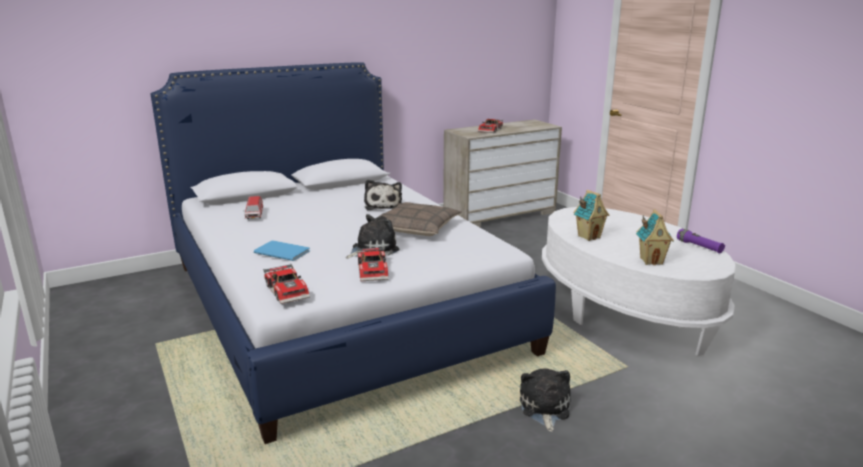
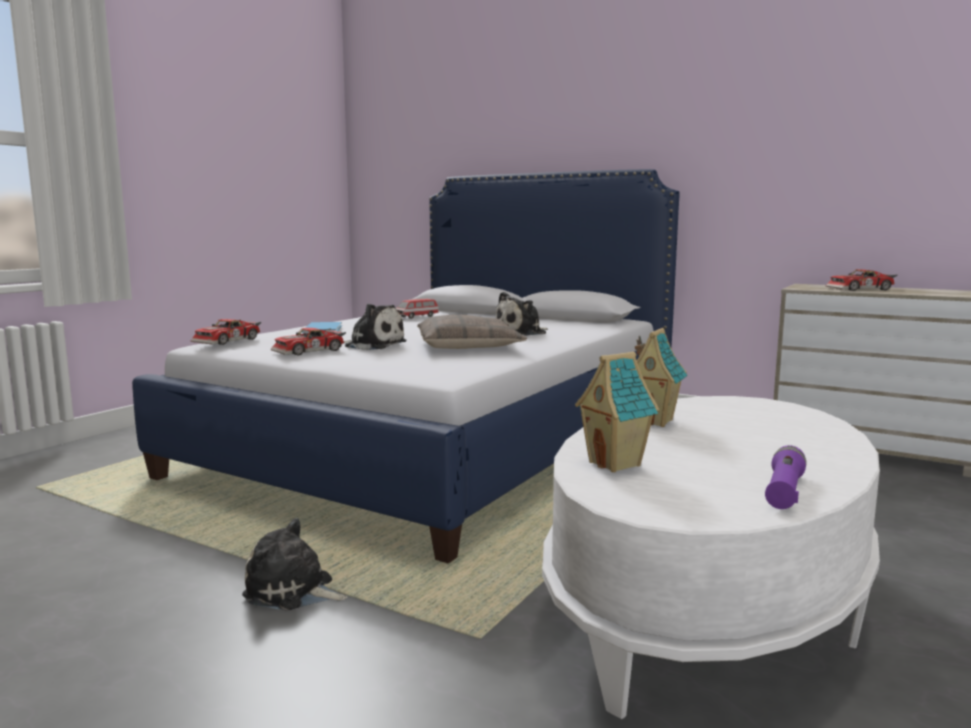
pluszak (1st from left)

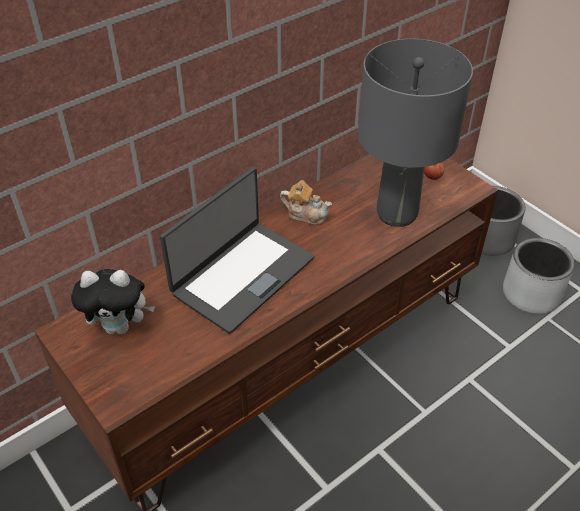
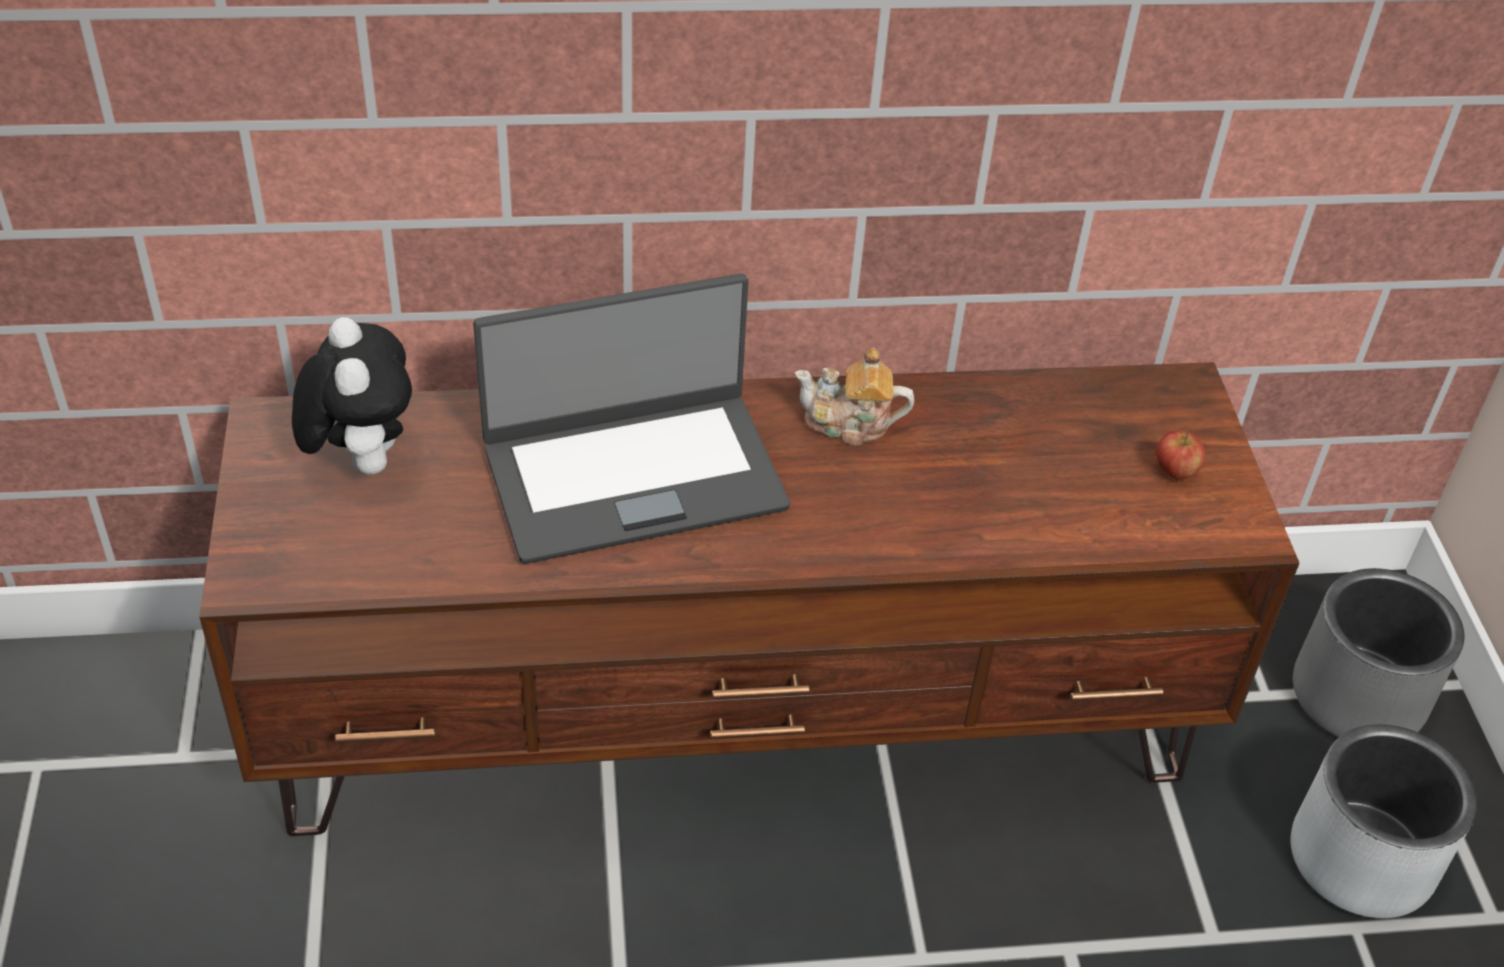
pluszak
imbryk
lampa stołowa [szary]

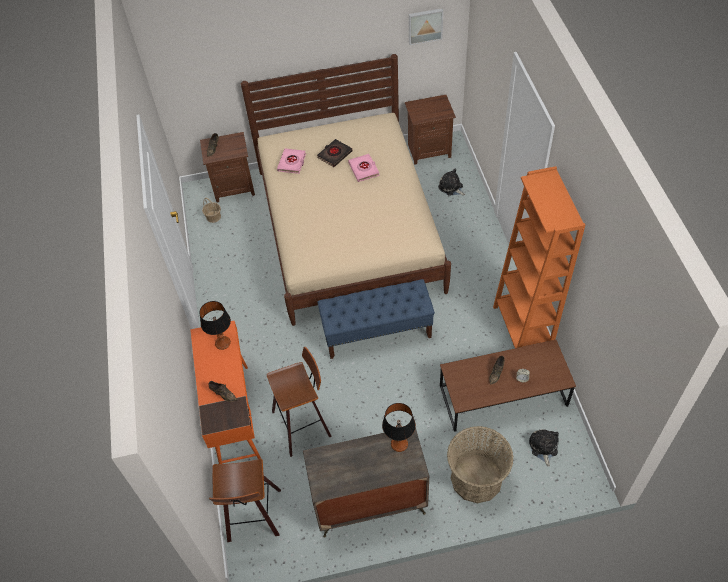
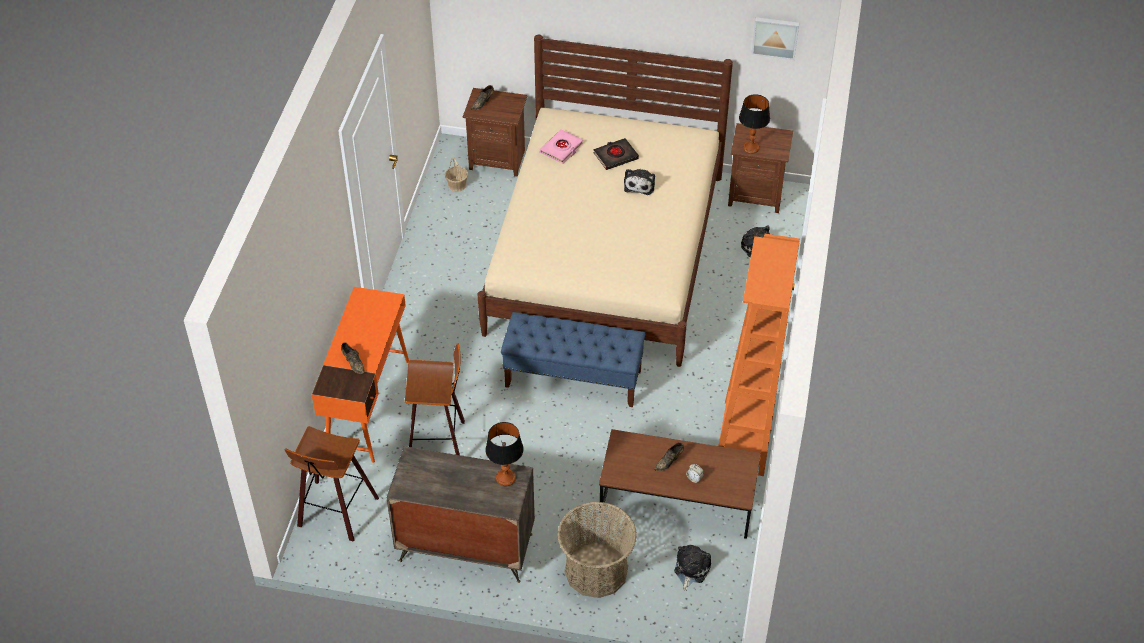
lampa stołowa (2nd from left)
pluszak (1st from left)

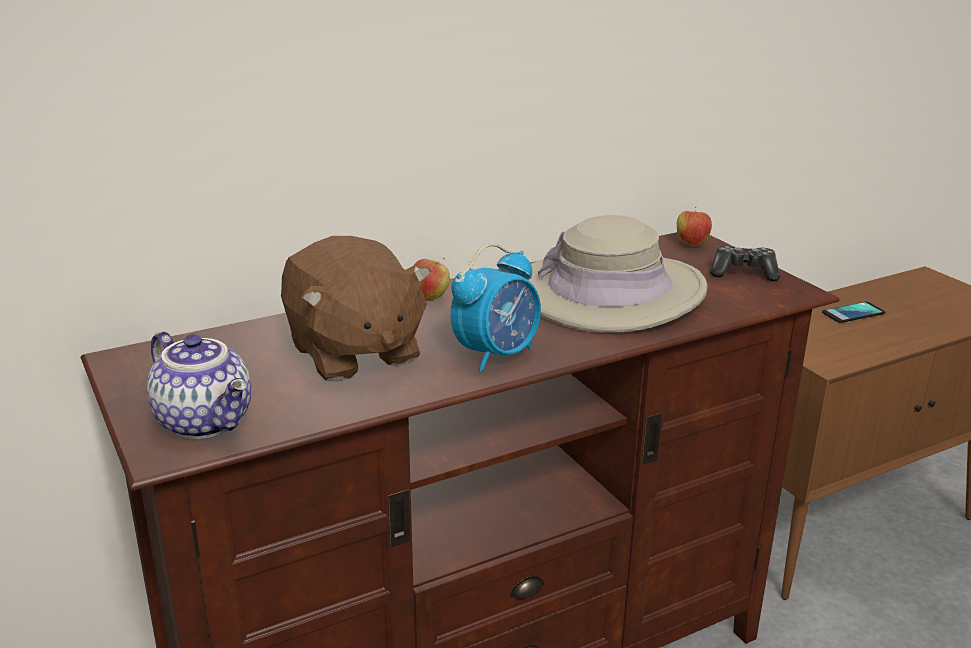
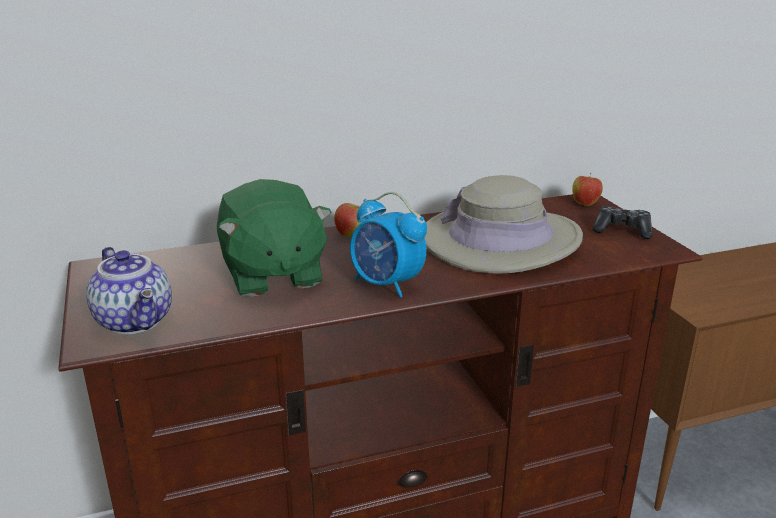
pluszak [zielony]
budzik
telefon

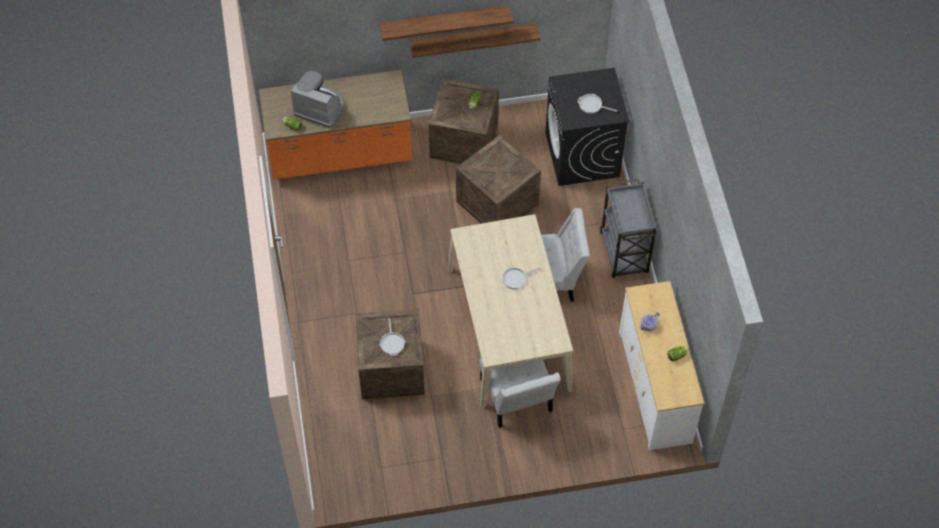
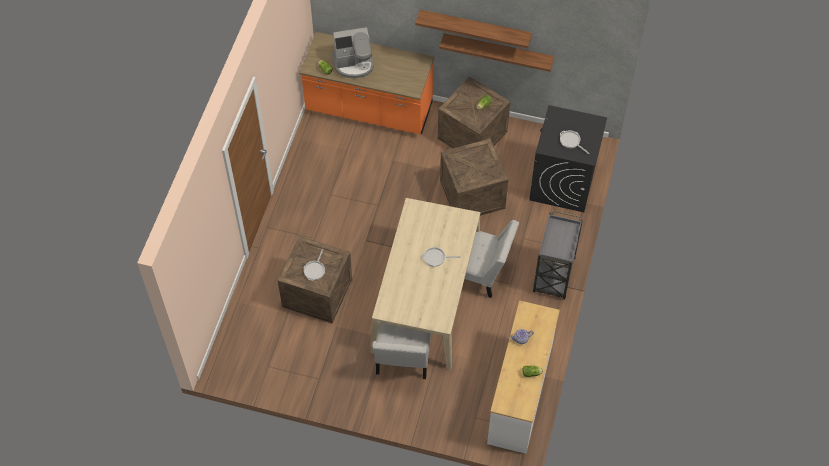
ekspres do kawy

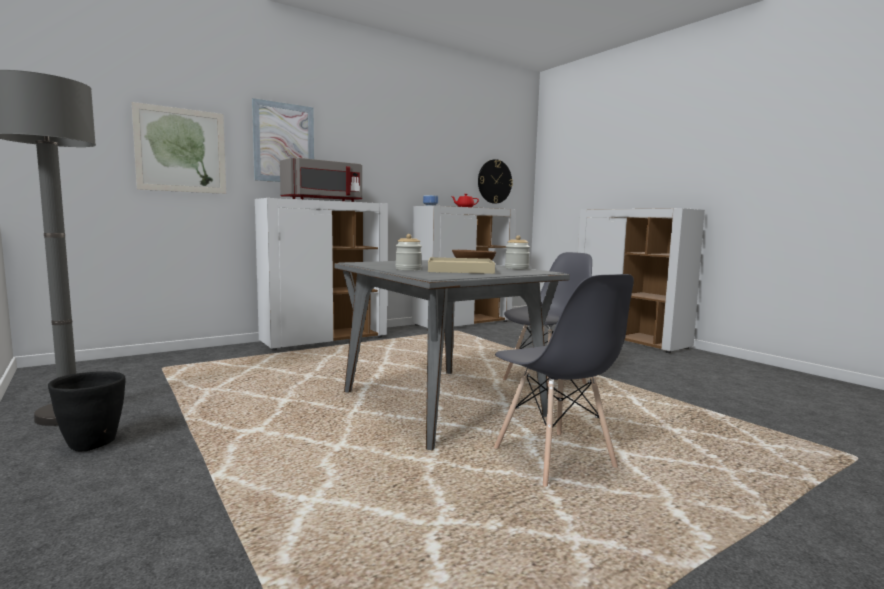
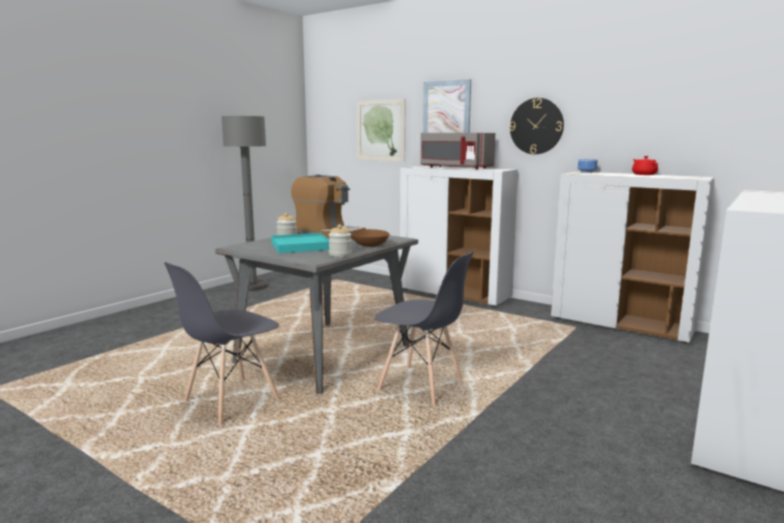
donica [czarny]
taca [turkusowy]
zegar ścienny
ekspres do kawy

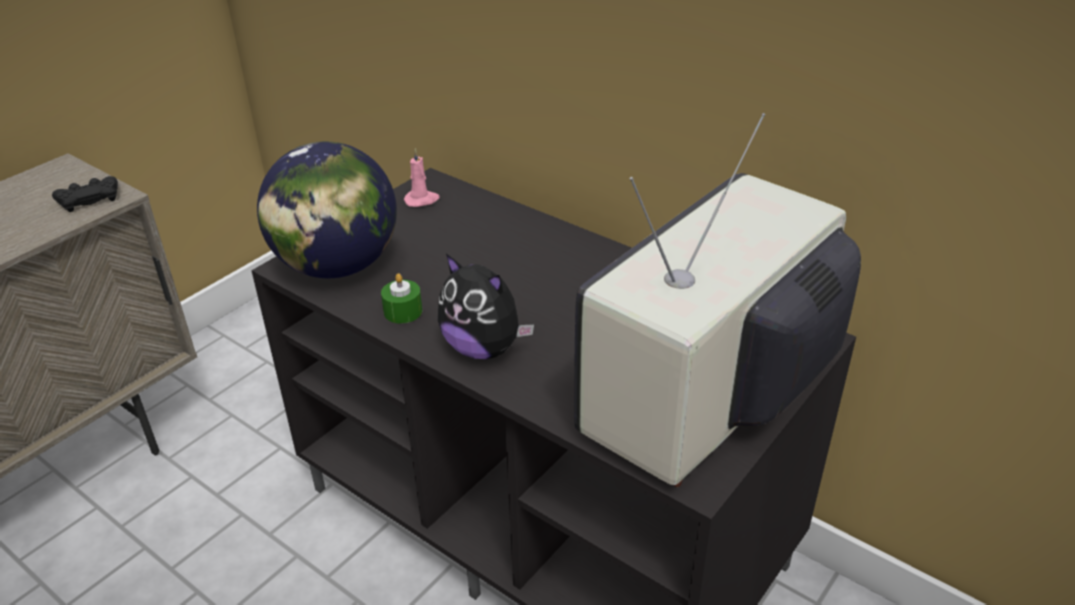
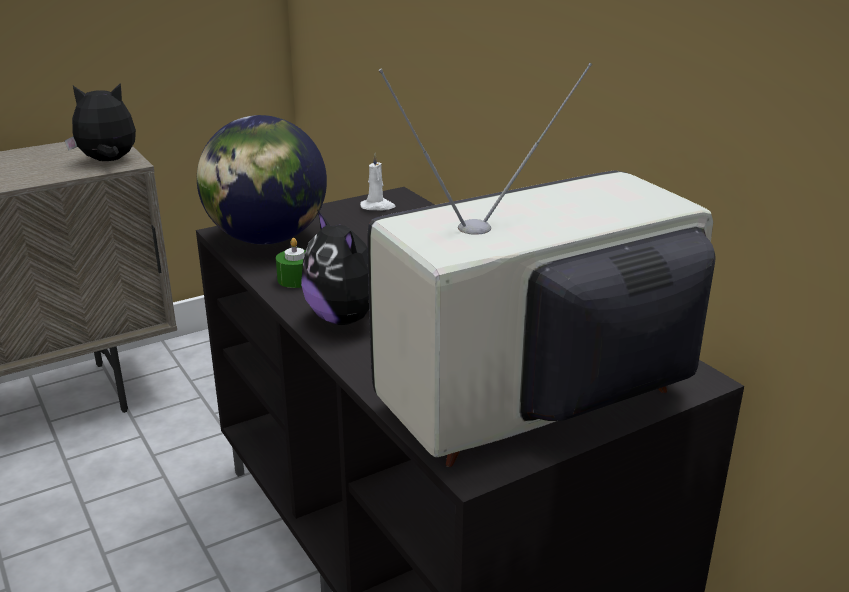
pluszak (1st from left)
świeca [biały]

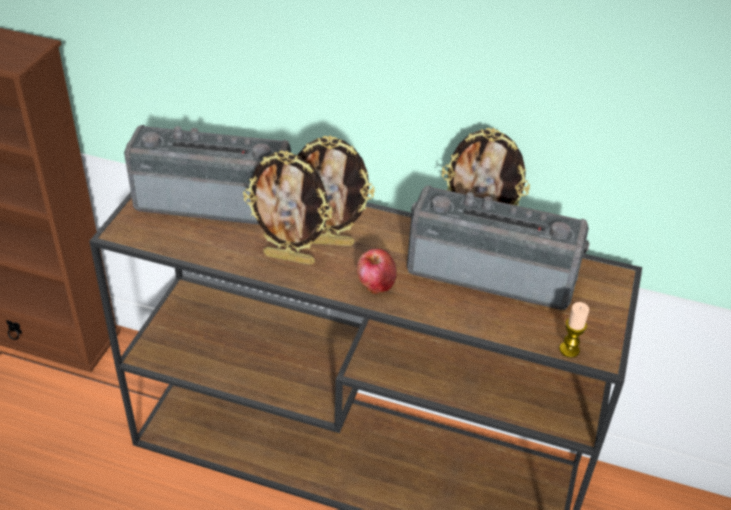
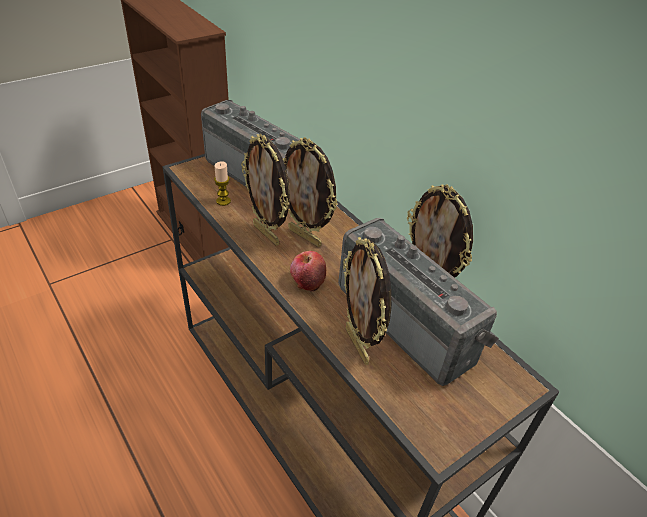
świeca
ramka na zdjęcie (3rd from left)

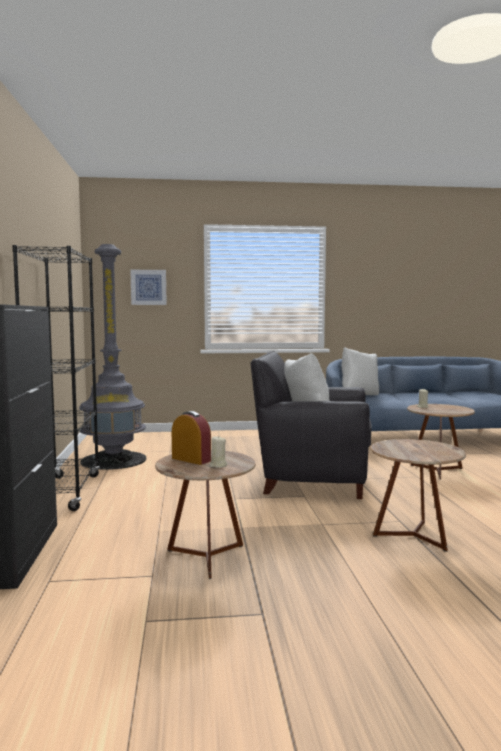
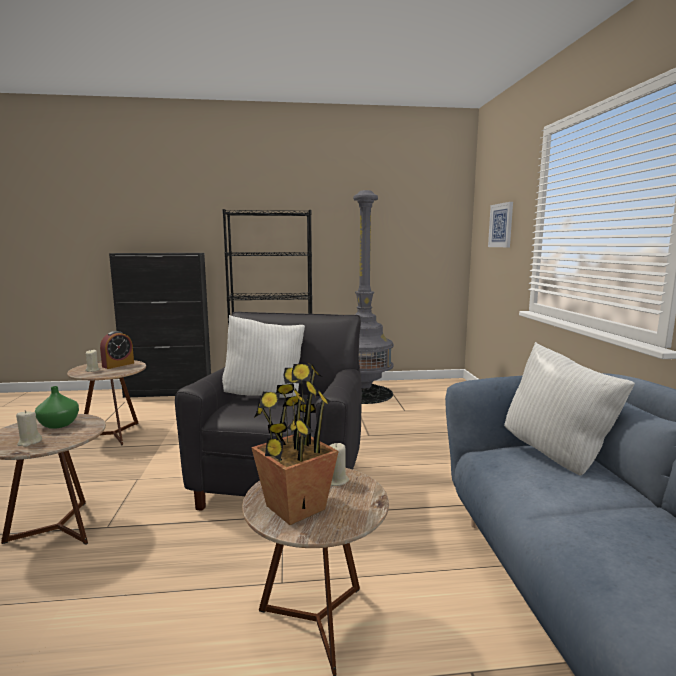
świeca [beżowy] (1st from left)
wazon [zielony]
roślina doniczkowa

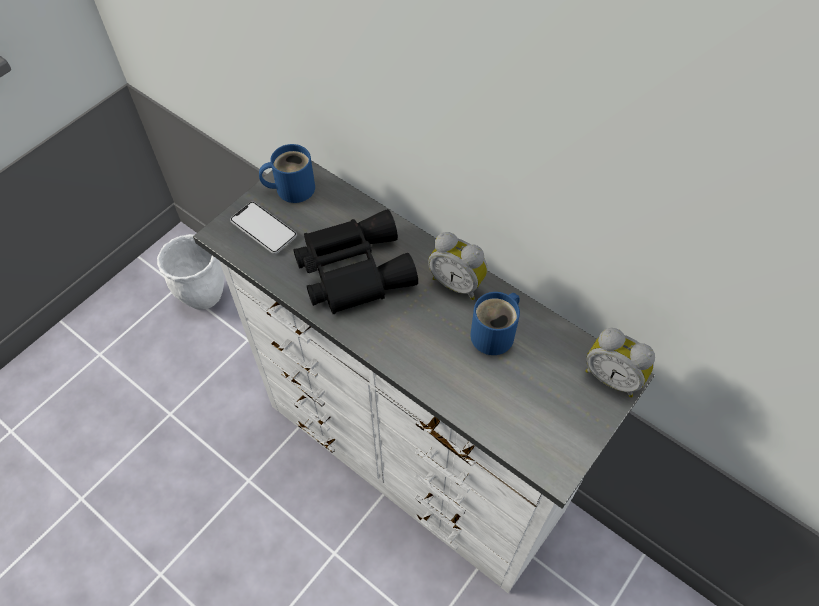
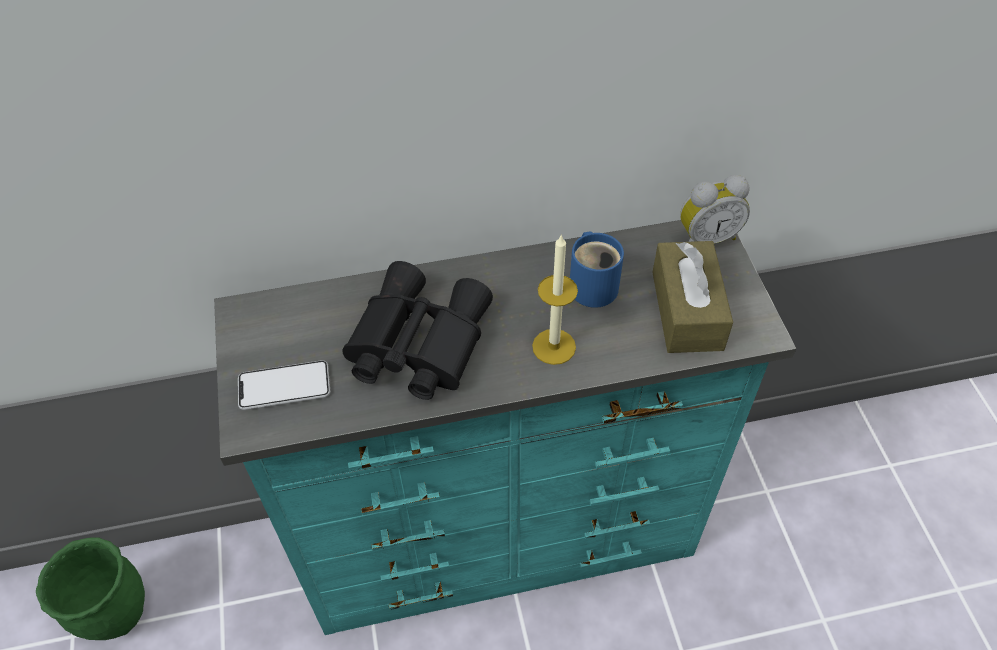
donica [zielony]
komoda [turkusowy]
kubek [niebieski] (1st from left in the first image)
budzik (1st from left in the first image)
świeca
pudełko chusteczek [brązowy]

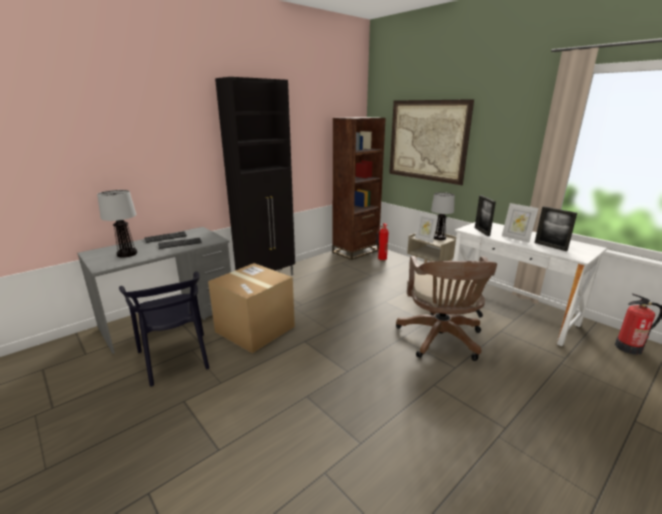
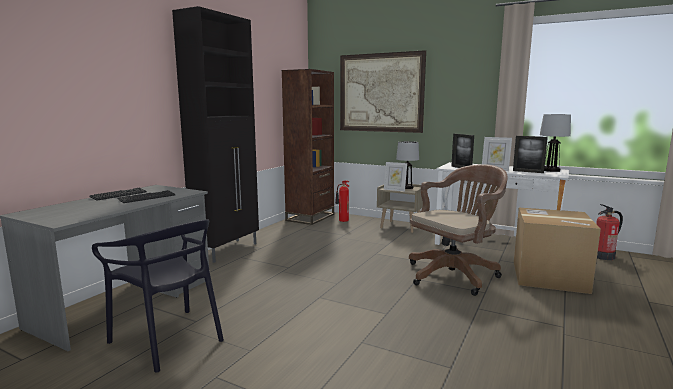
lampa stołowa (2nd from left)
karton
krzesło biurowe [brązowy]

